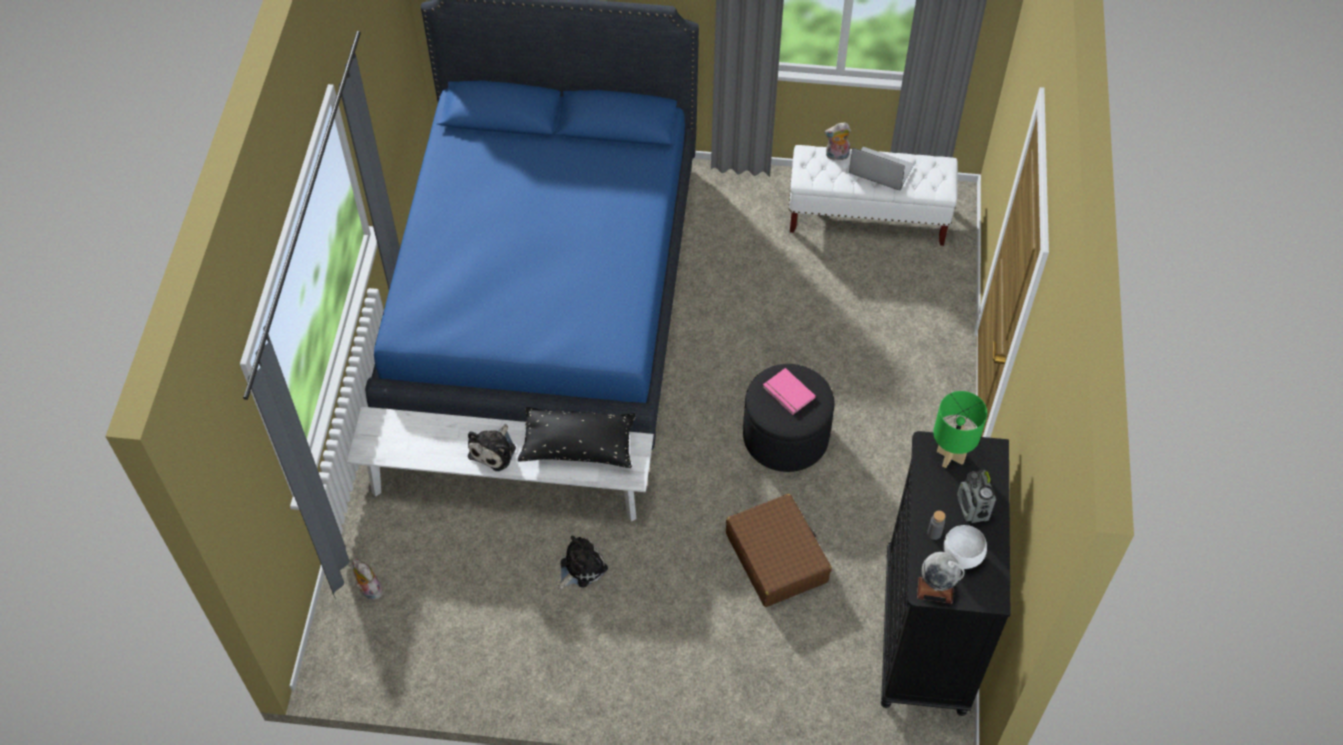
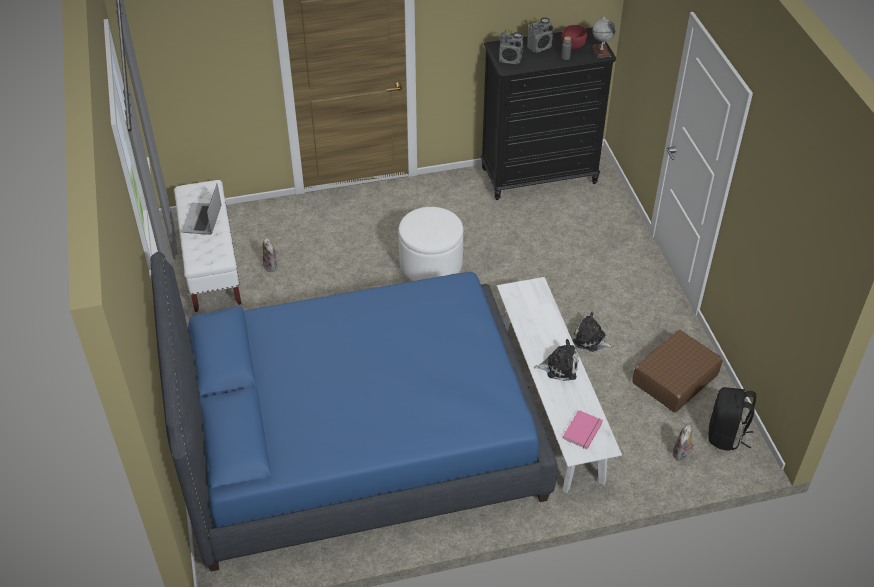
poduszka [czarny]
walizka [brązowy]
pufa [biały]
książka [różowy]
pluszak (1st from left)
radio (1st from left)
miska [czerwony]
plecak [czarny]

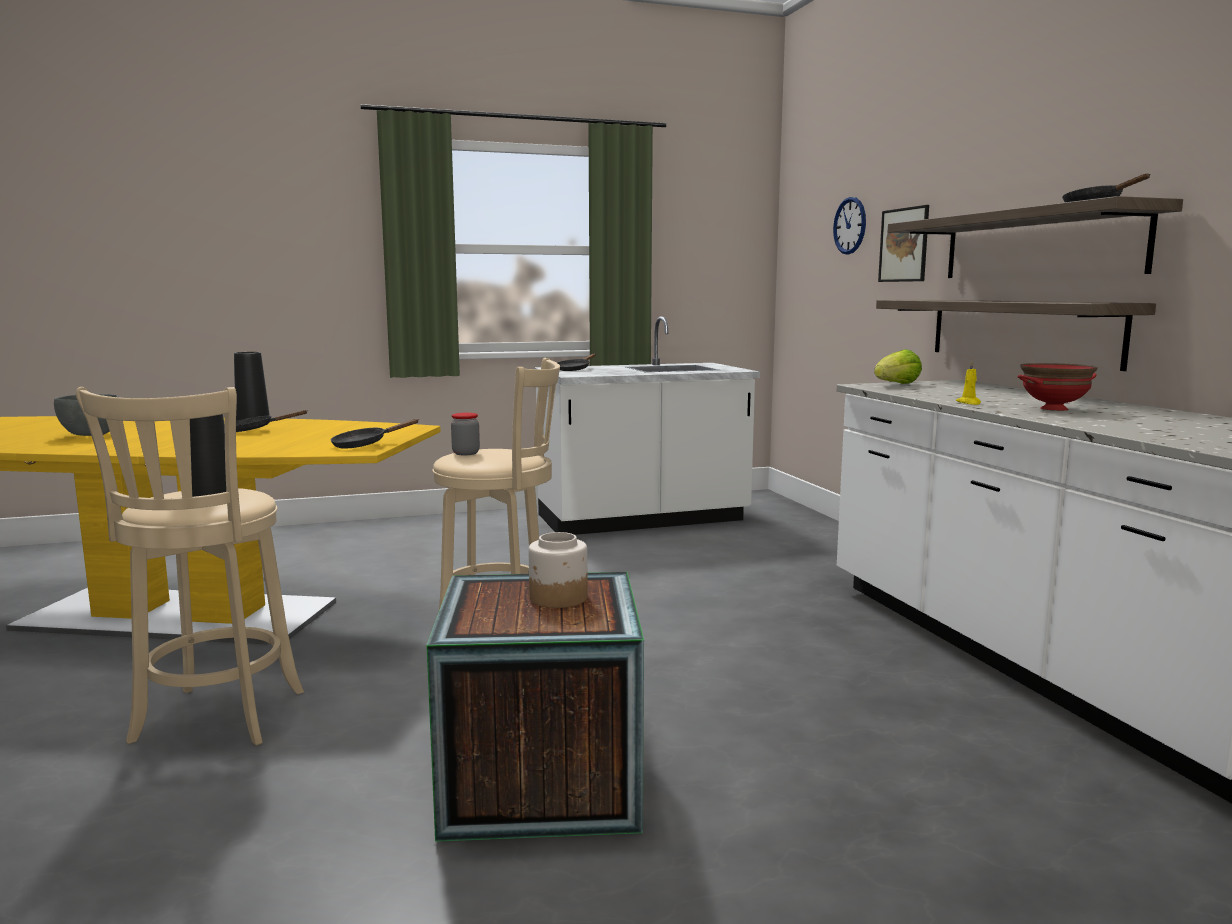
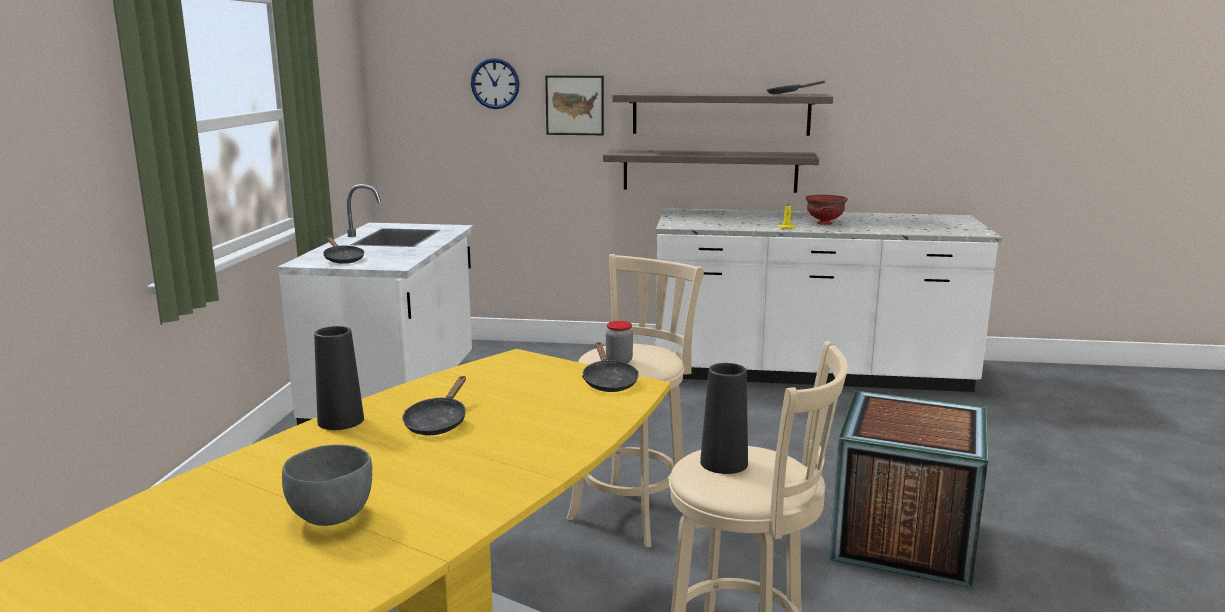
słoik (2nd from left in the first image)
sałata

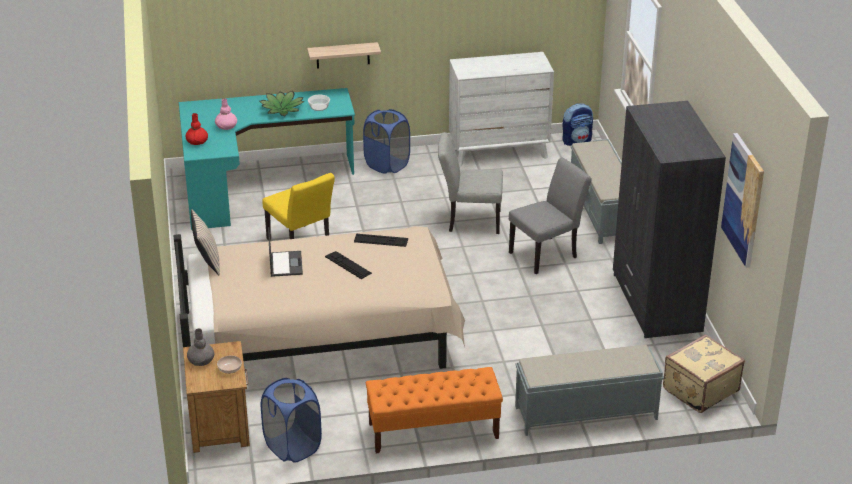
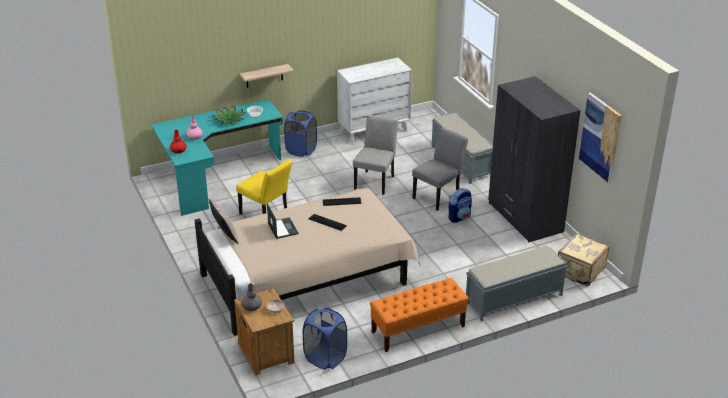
krzesło [szary] (1st from left)
plecak

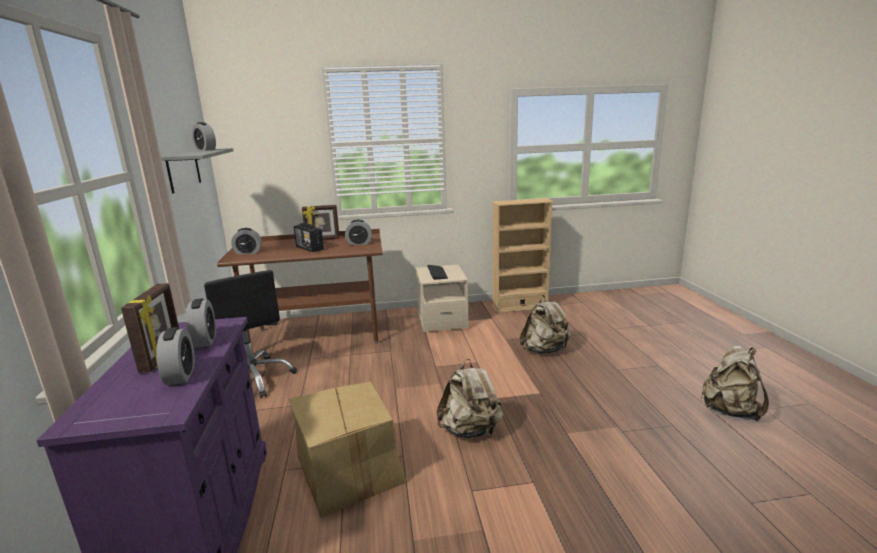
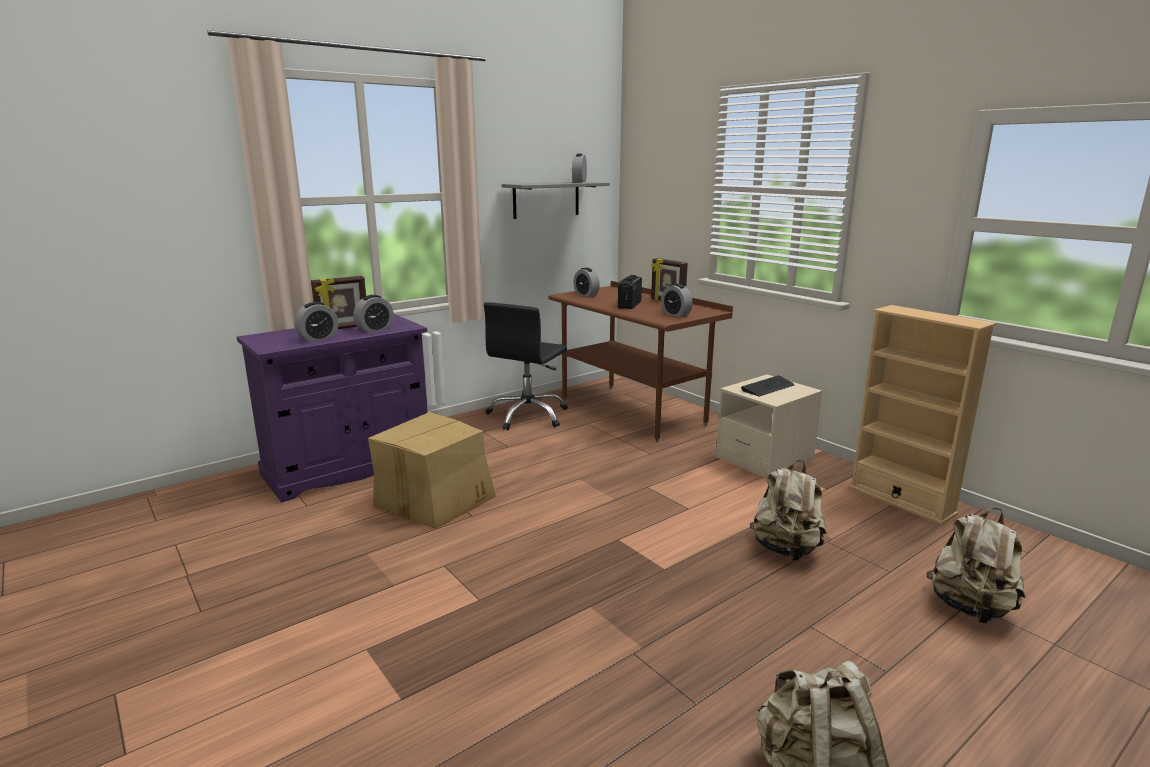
plecak [beżowy] (3rd from left)

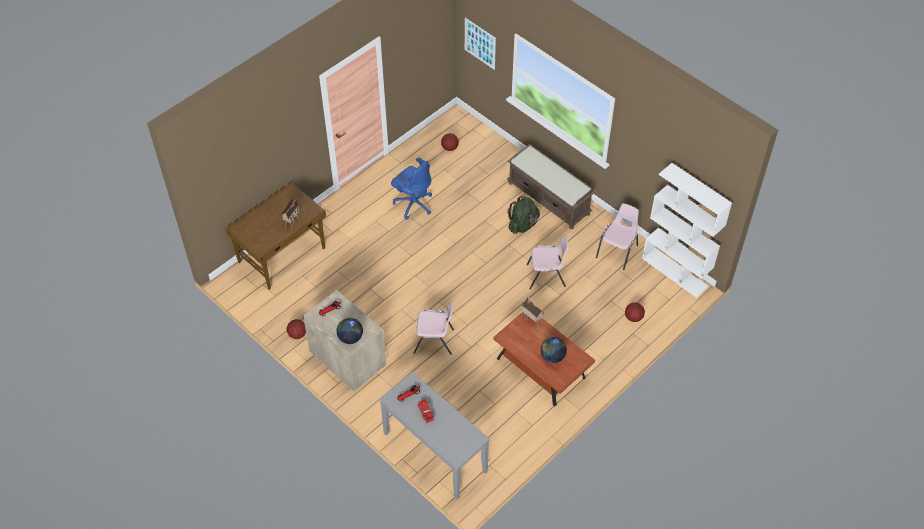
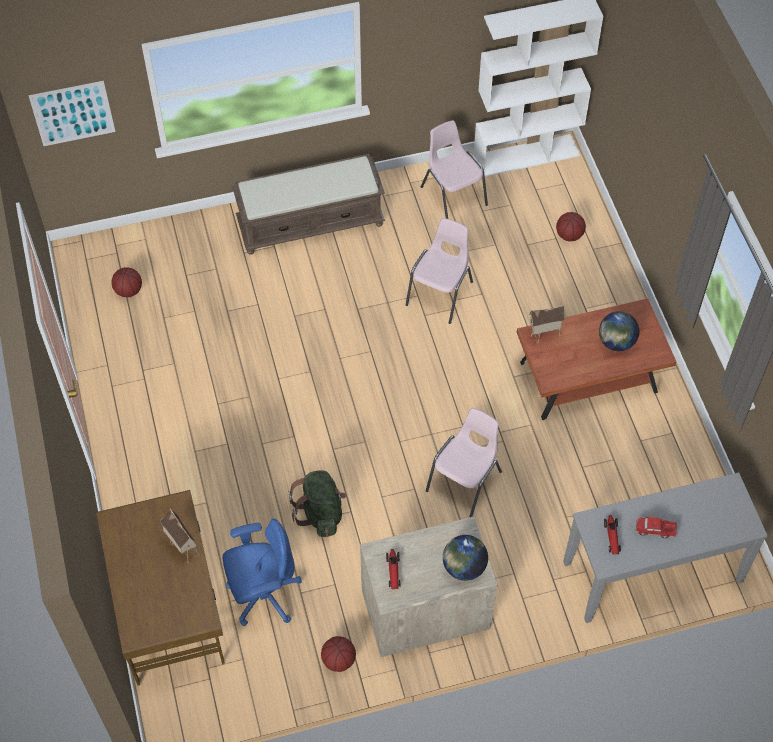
krzesło biurowe [niebieski]
plecak [zielony]

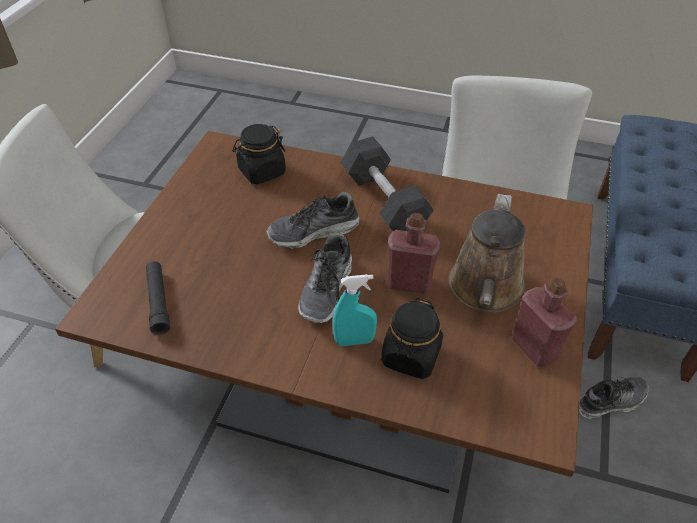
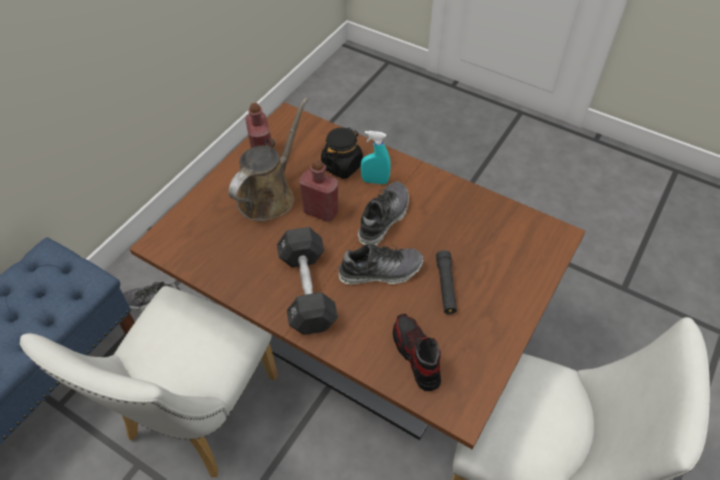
latarka [czarny]
but (4th from left)

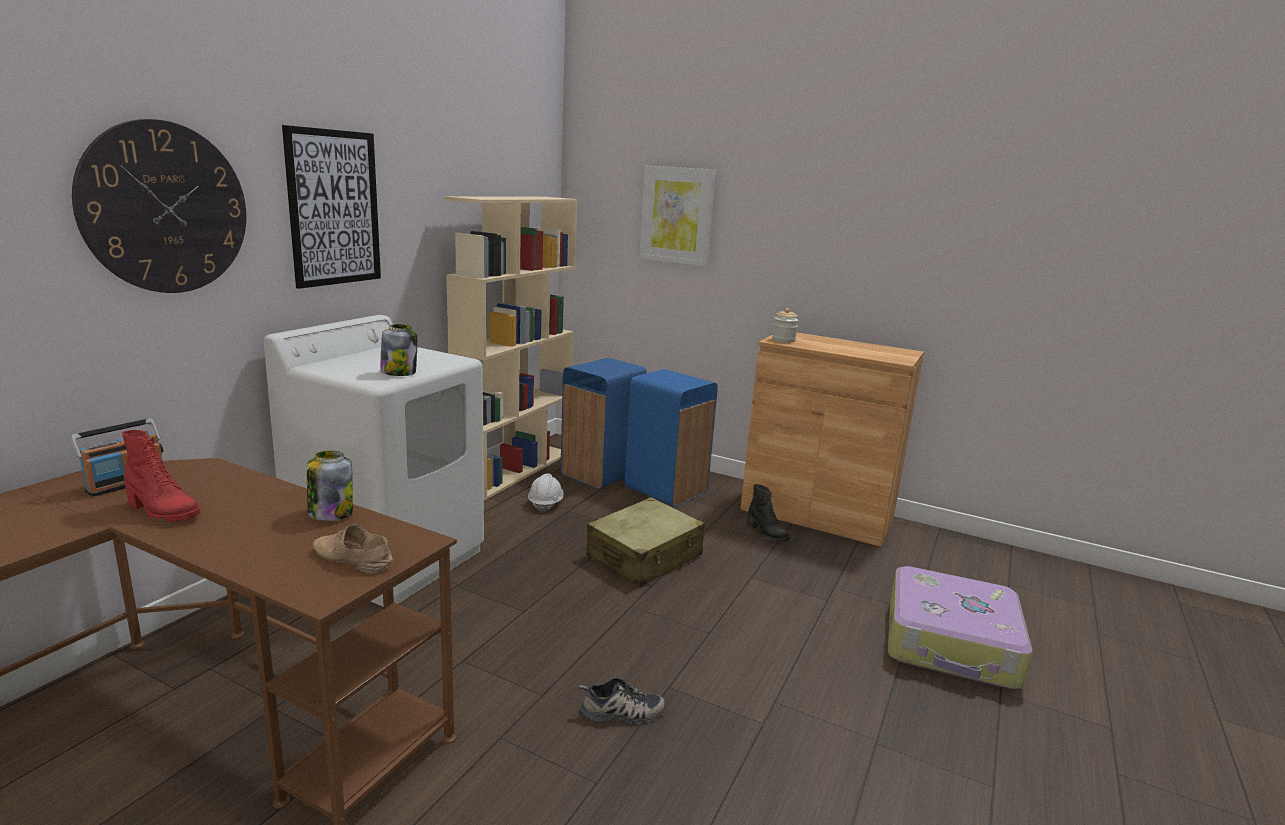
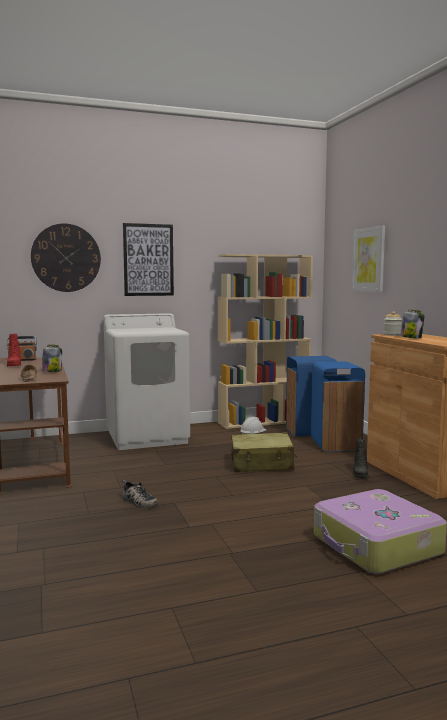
słoik (3rd from left)

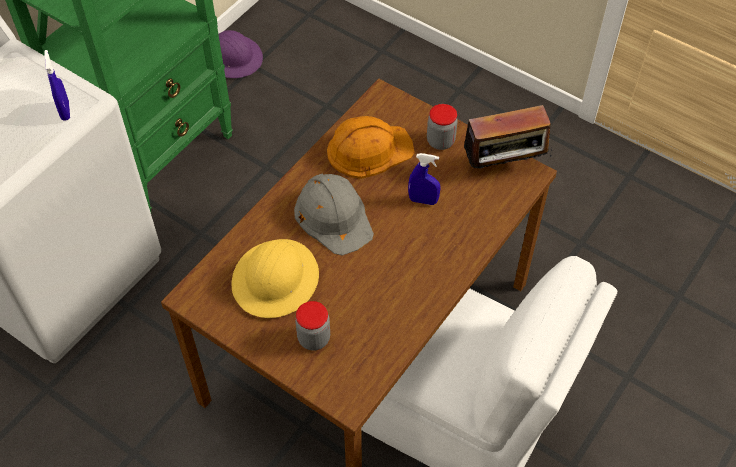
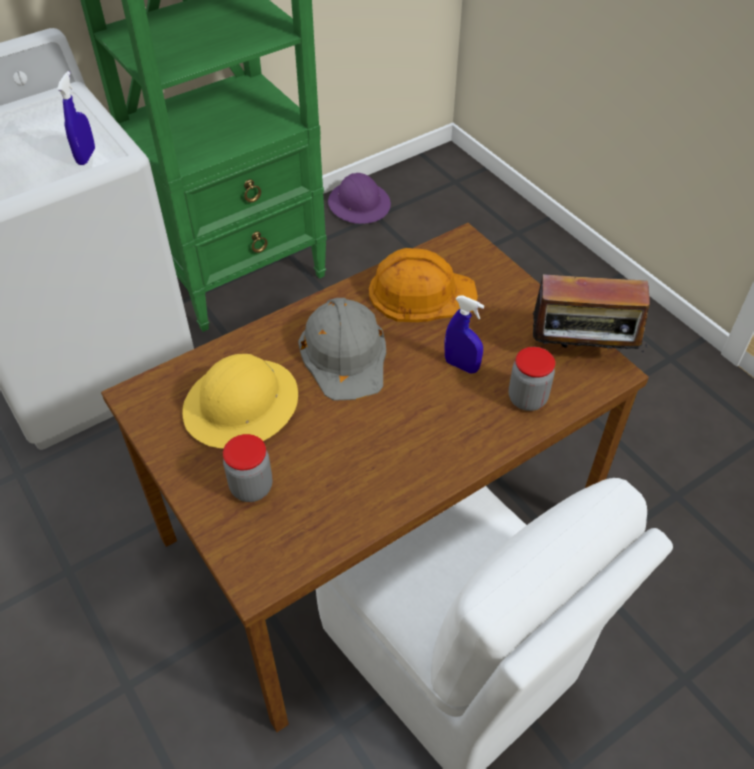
słoik (2nd from left)

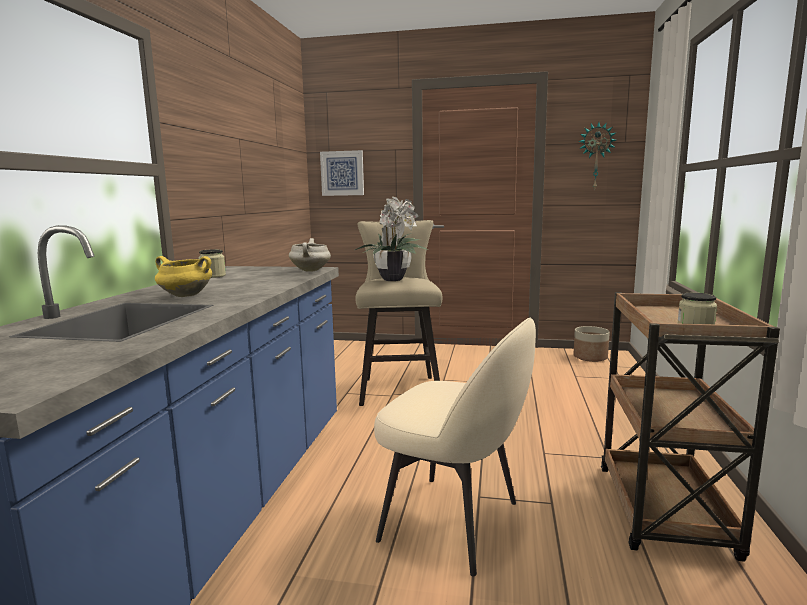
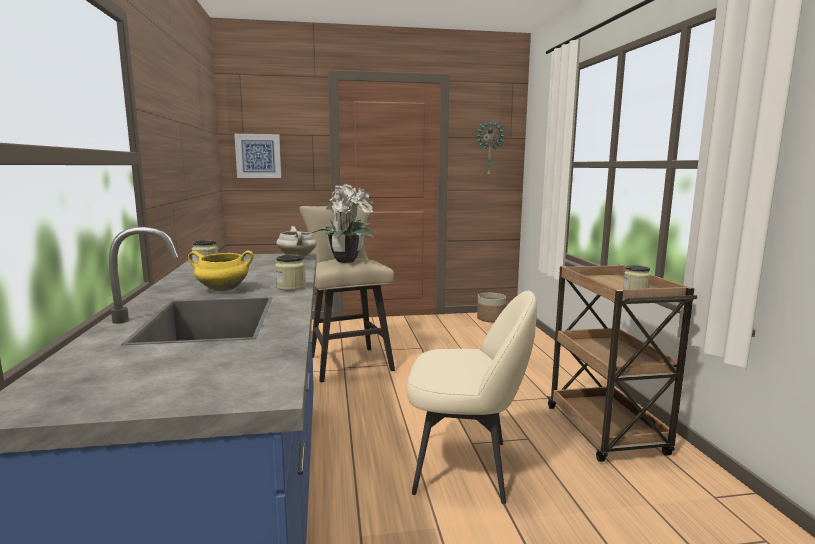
słoik (2nd from left)

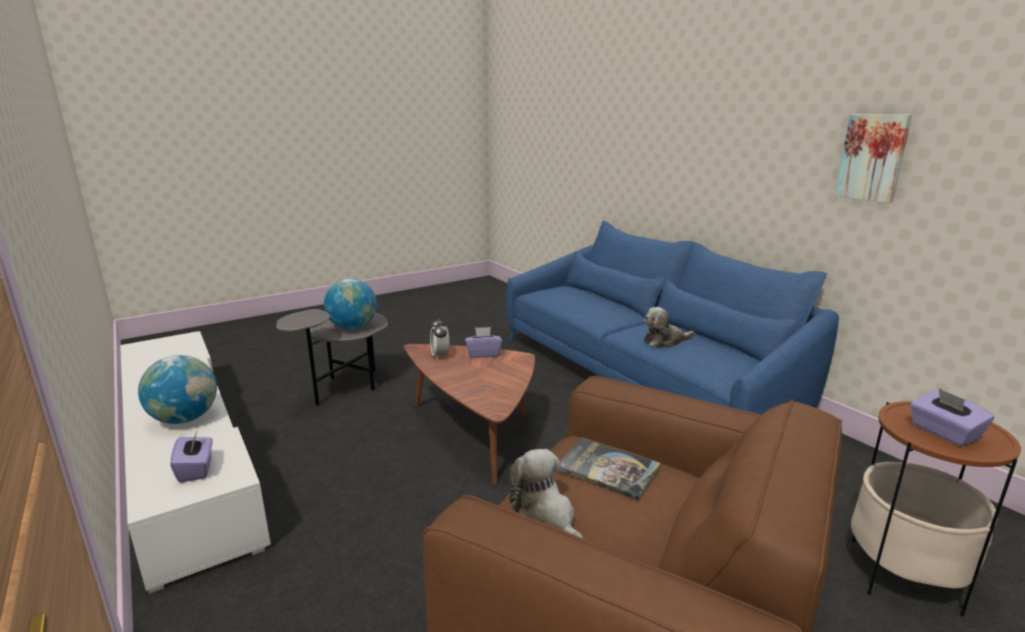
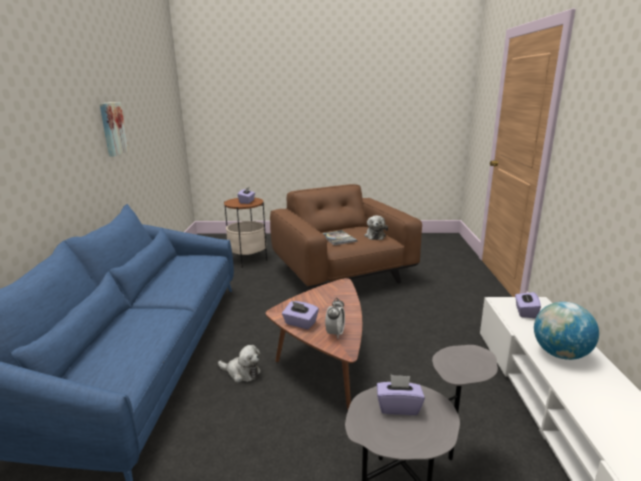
pudełko chusteczek [fioletowy] (3rd from left)
pluszak (1st from left)

